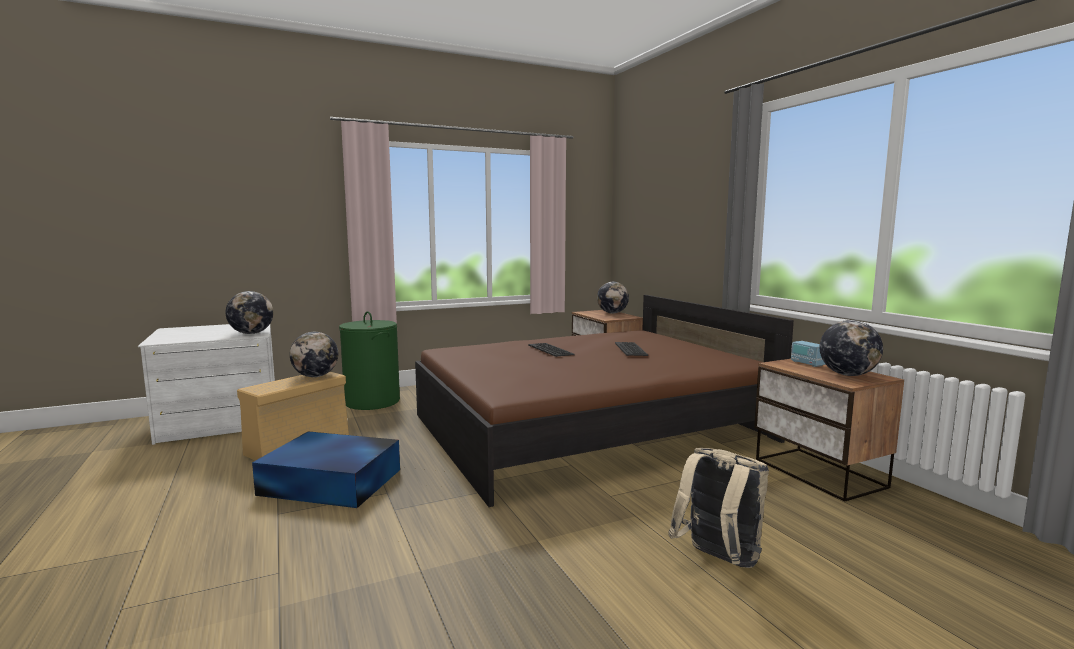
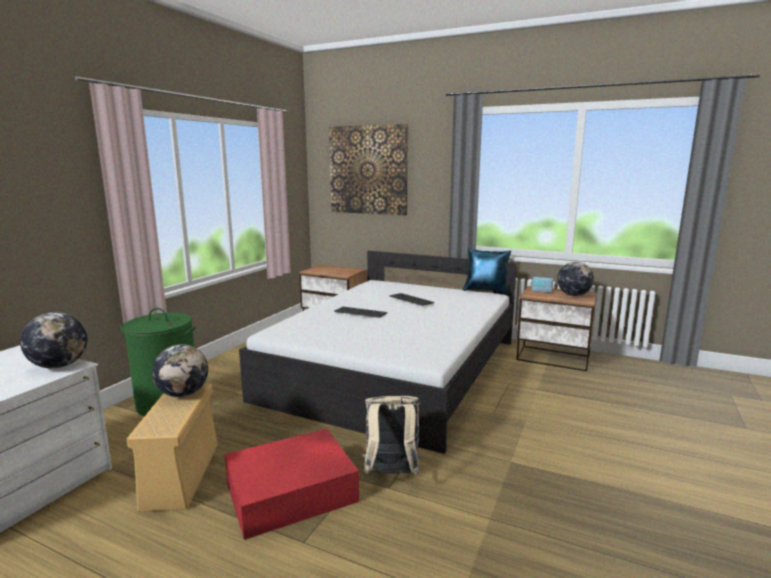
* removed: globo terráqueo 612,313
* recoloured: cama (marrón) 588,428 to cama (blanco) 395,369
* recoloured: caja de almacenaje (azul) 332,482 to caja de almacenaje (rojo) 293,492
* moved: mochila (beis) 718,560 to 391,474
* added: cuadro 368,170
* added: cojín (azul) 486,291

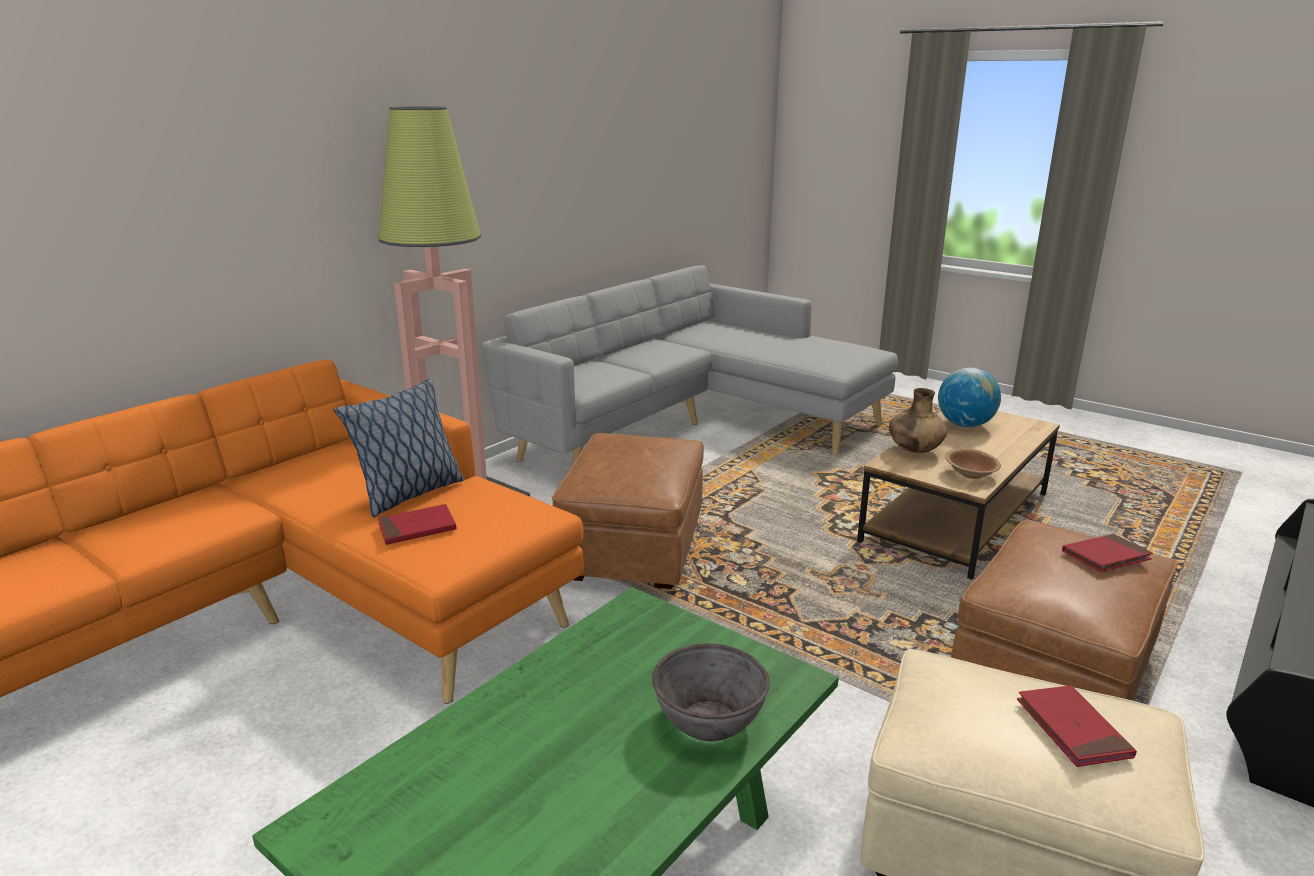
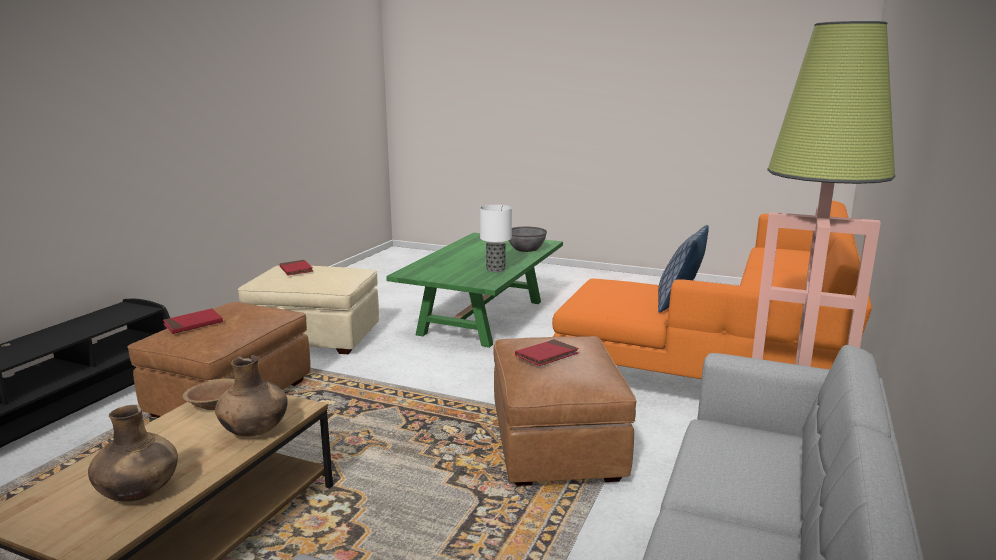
* replaced: globo terráqueo 964,425 to florero (marrón) 139,494
* moved: libro (rojo) 417,528 to 546,355
* moved: cuenco (gris) 709,720 to 526,249
* added: lámpara de mesa 496,269

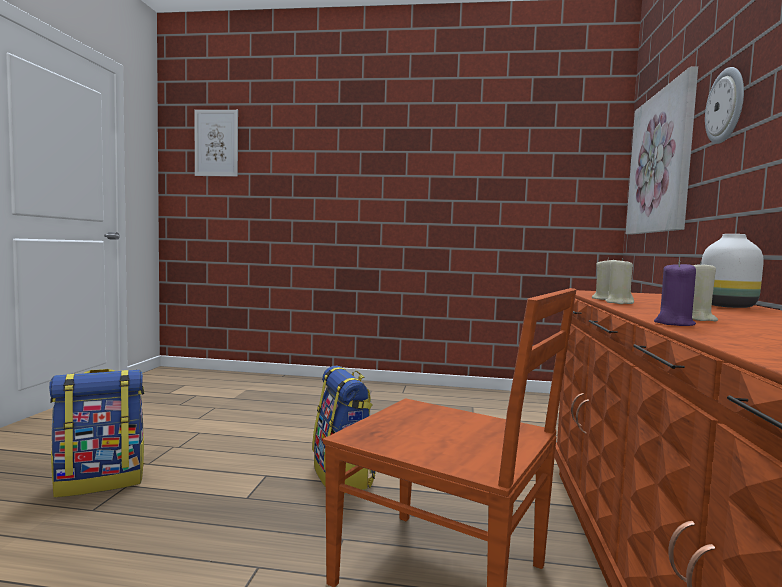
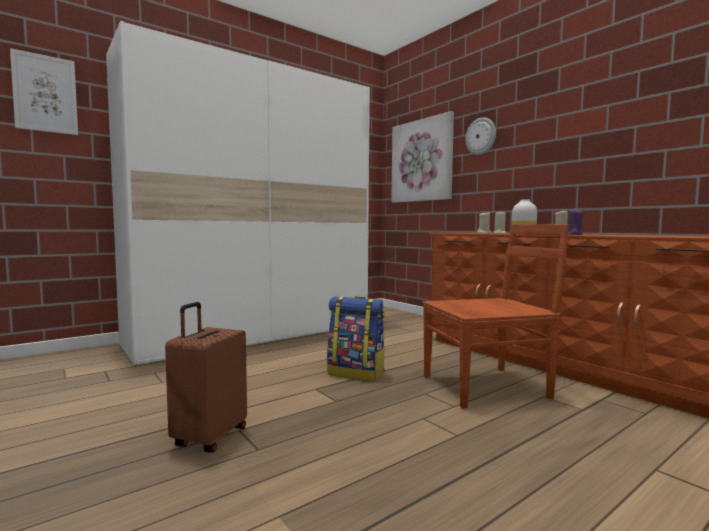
* replaced: mochila 101,481 to maleta (marrón) 209,437
* added: armario ropero (blanco) 255,334

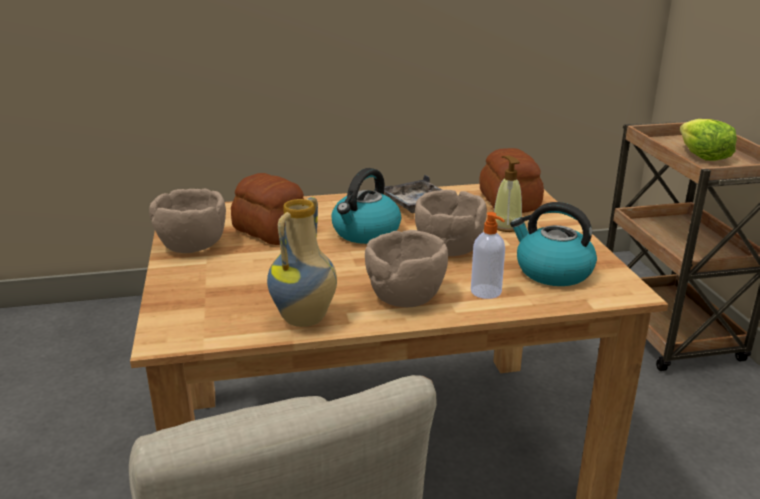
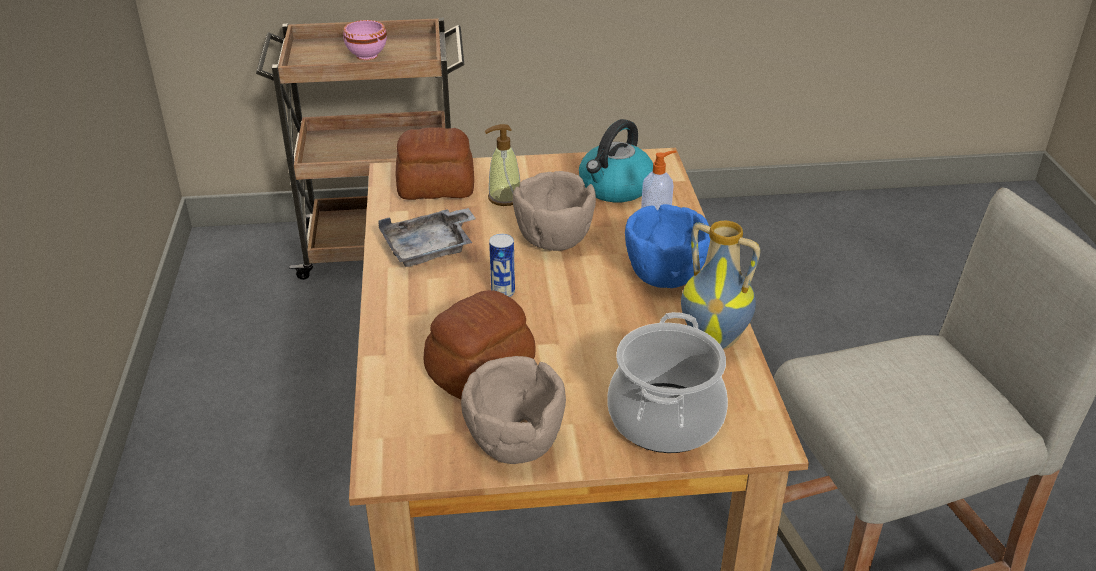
* replaced: lechuga 702,156 to cuenco (rosa) 368,56
* replaced: hervidor 365,233 to lata 503,292
* recoloured: cuenco (marrón) 406,295 to cuenco (azul) 663,273
* added: olla 666,419

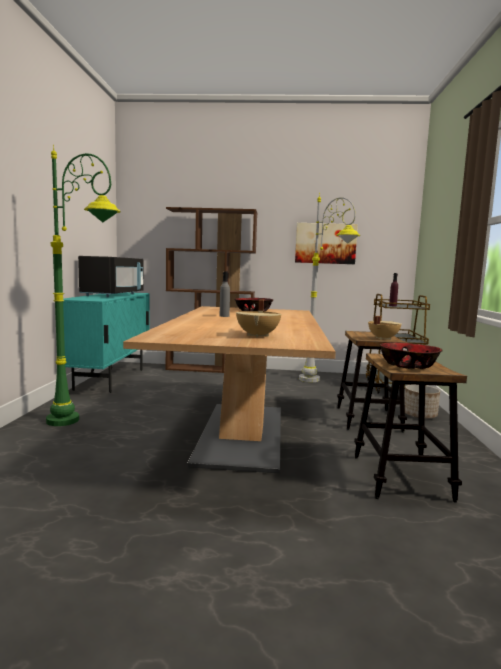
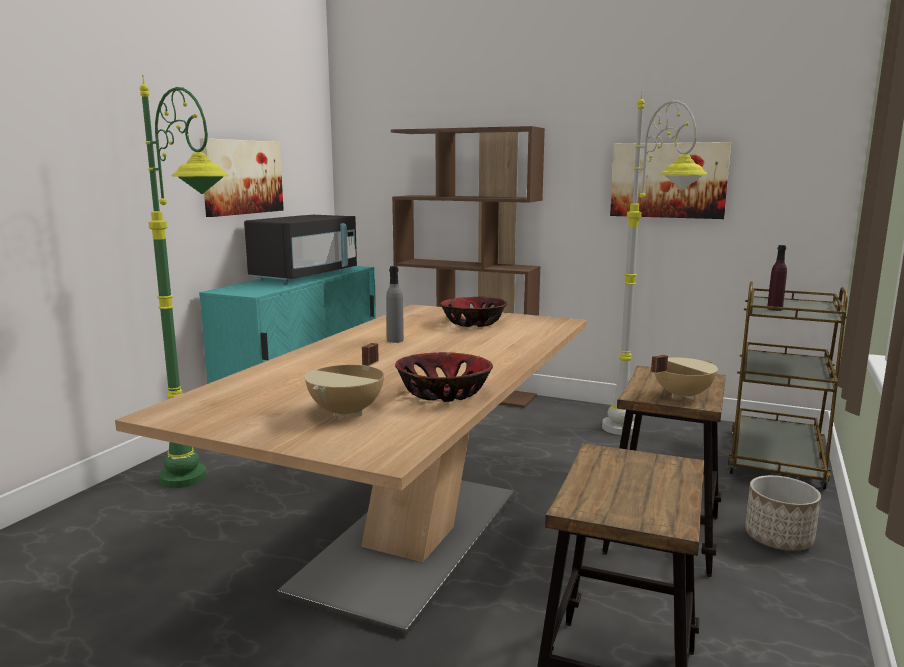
* moved: cuenco 408,365 to 444,393
* added: cuadro 242,177

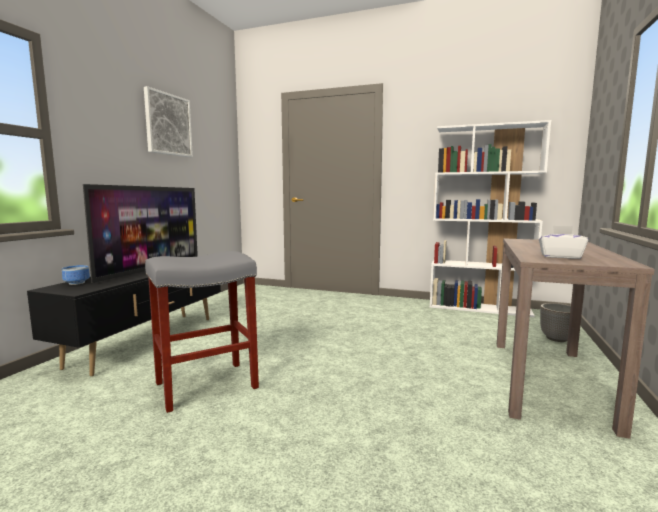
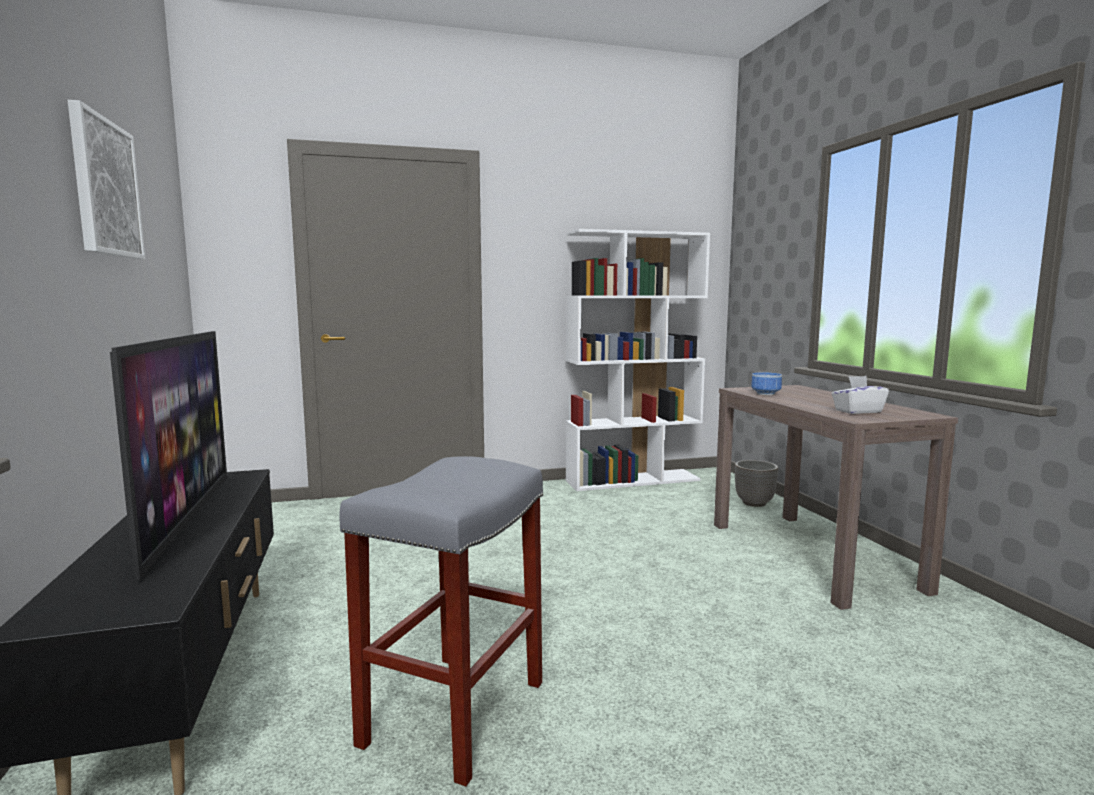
* moved: cuenco 76,283 to 766,394

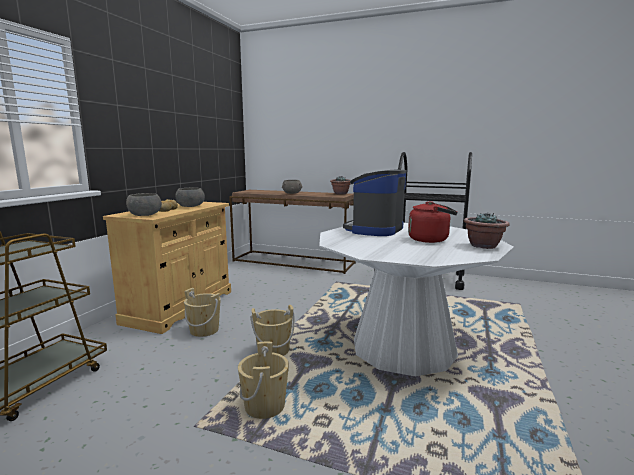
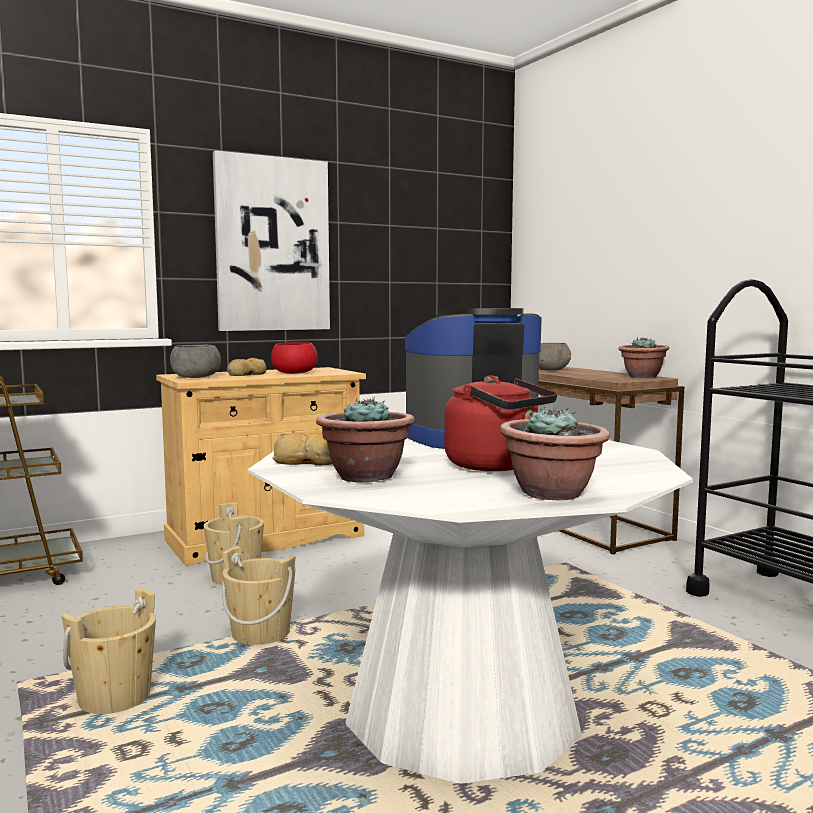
* recoloured: cuenco (gris) 190,206 to cuenco (rojo) 294,373
* added: cuadro 272,244
* added: planta en maceta 365,477
* added: pan 309,462

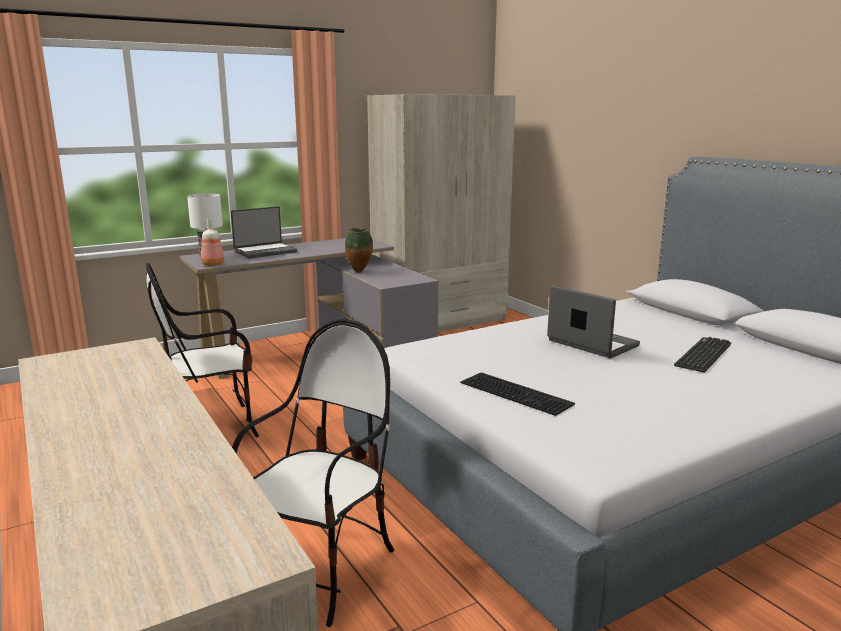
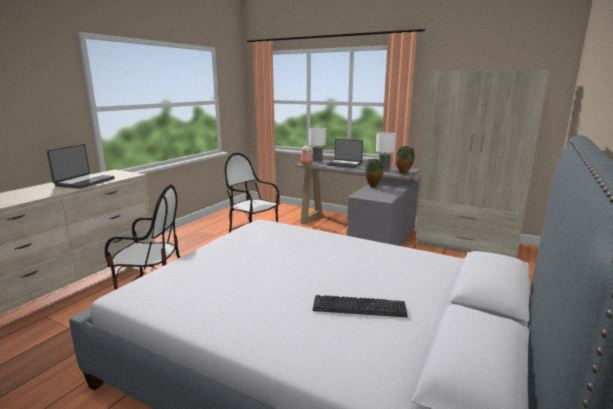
* moved: portátil 591,343 to 84,182
* removed: teclado 517,393
* added: lámpara de mesa 383,170
* added: florero 404,173

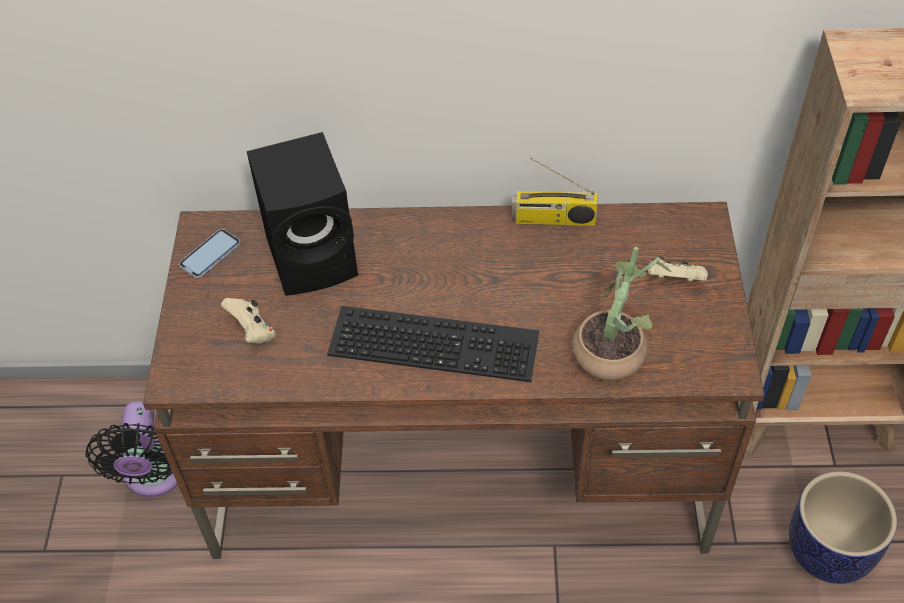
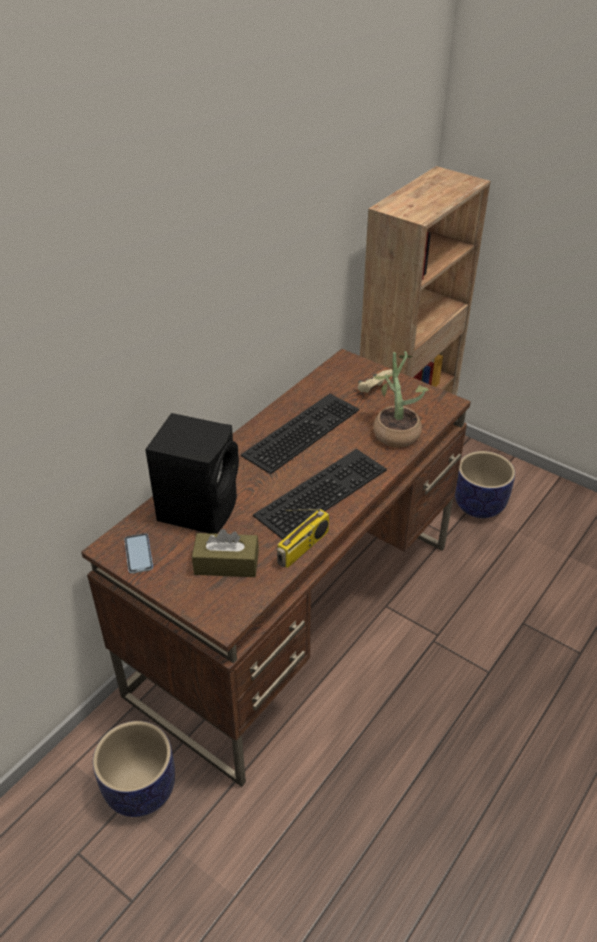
* moved: radio 553,220 to 303,548
* replaced: mando de consola (beis) 252,331 to caja de pañuelos (marrón) 226,564
* replaced: ventilador (negro) 154,475 to maceta 140,788
* added: teclado 300,430

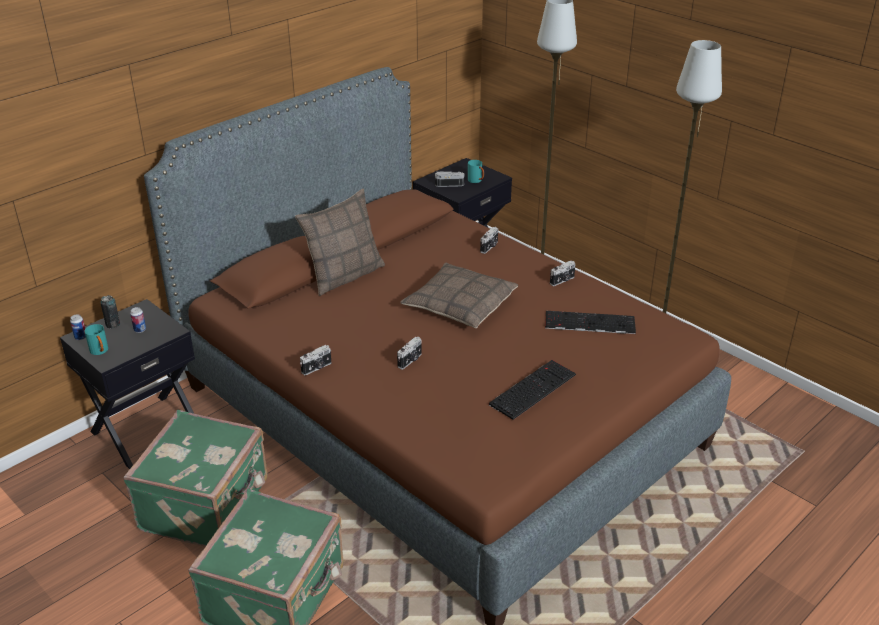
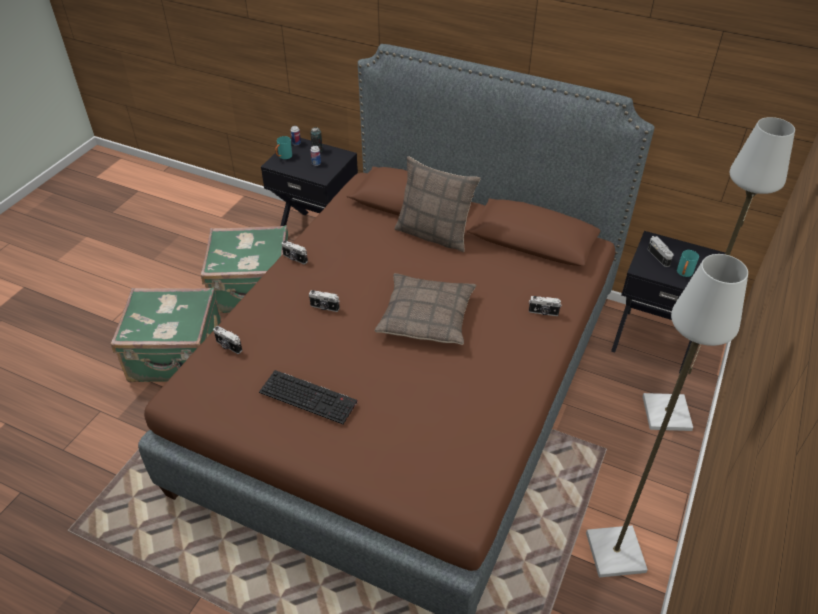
* moved: cámara 562,281 to 228,346
* removed: teclado 588,323

